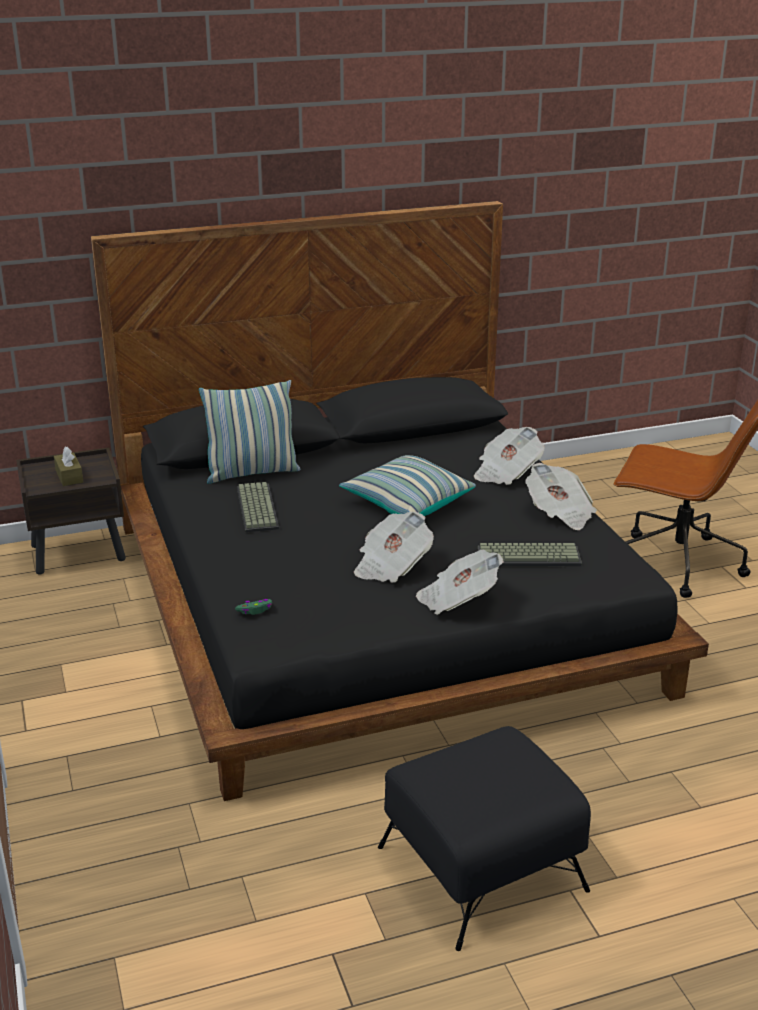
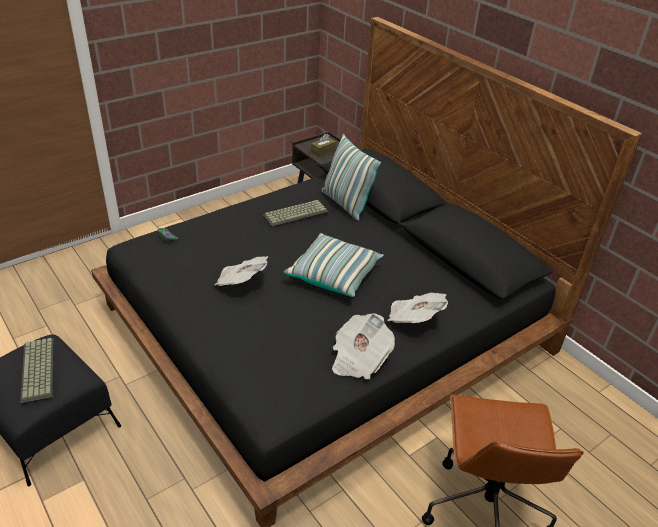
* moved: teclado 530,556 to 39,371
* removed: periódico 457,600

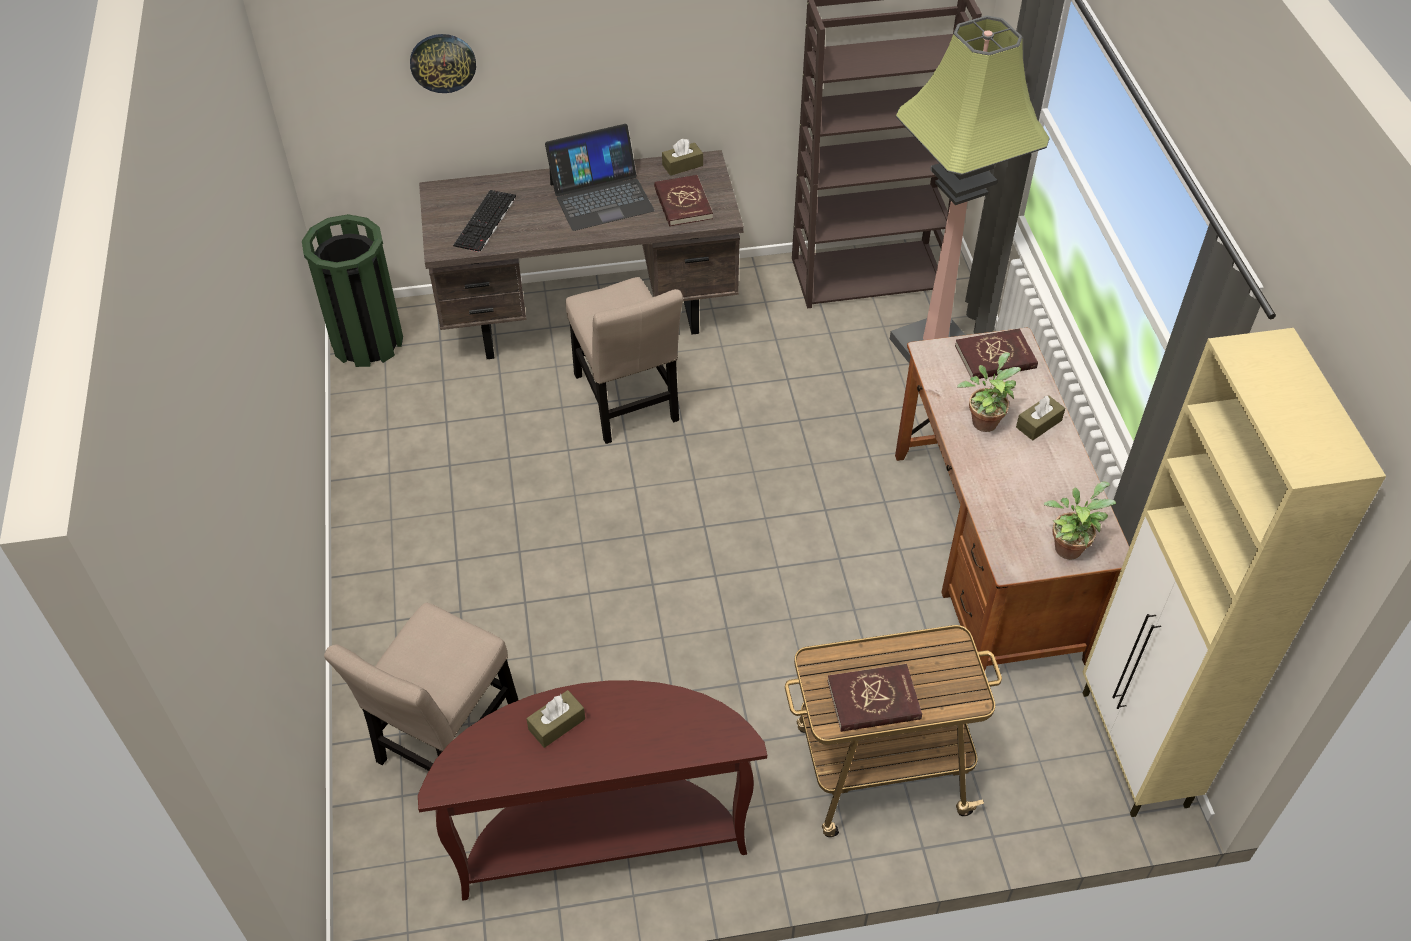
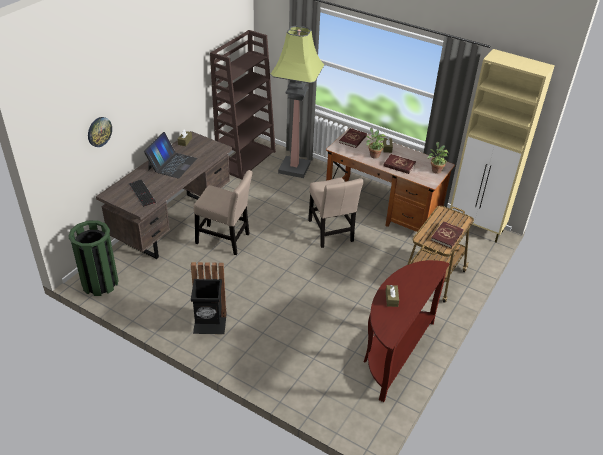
* moved: libro (rojo) 682,203 to 399,165
* moved: silla (beis) 445,742 to 331,232
* added: papelera (negro) 210,325

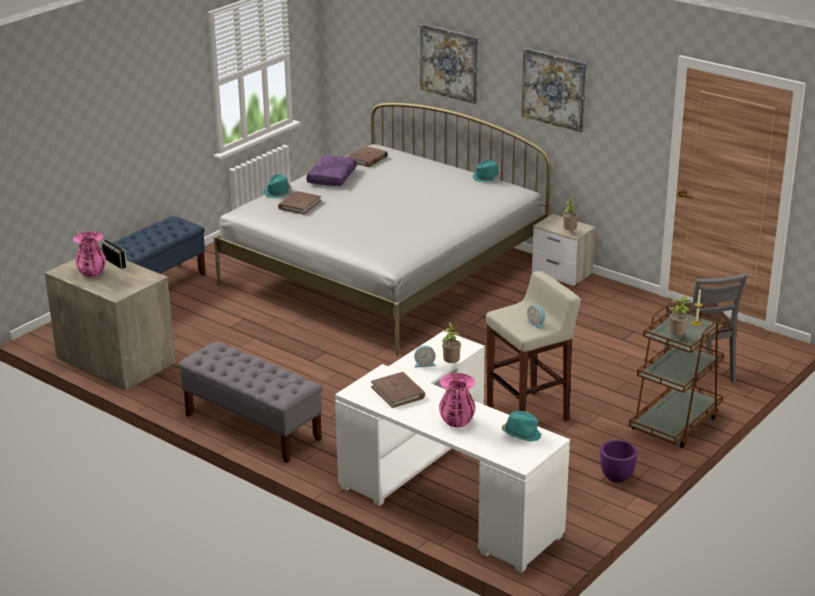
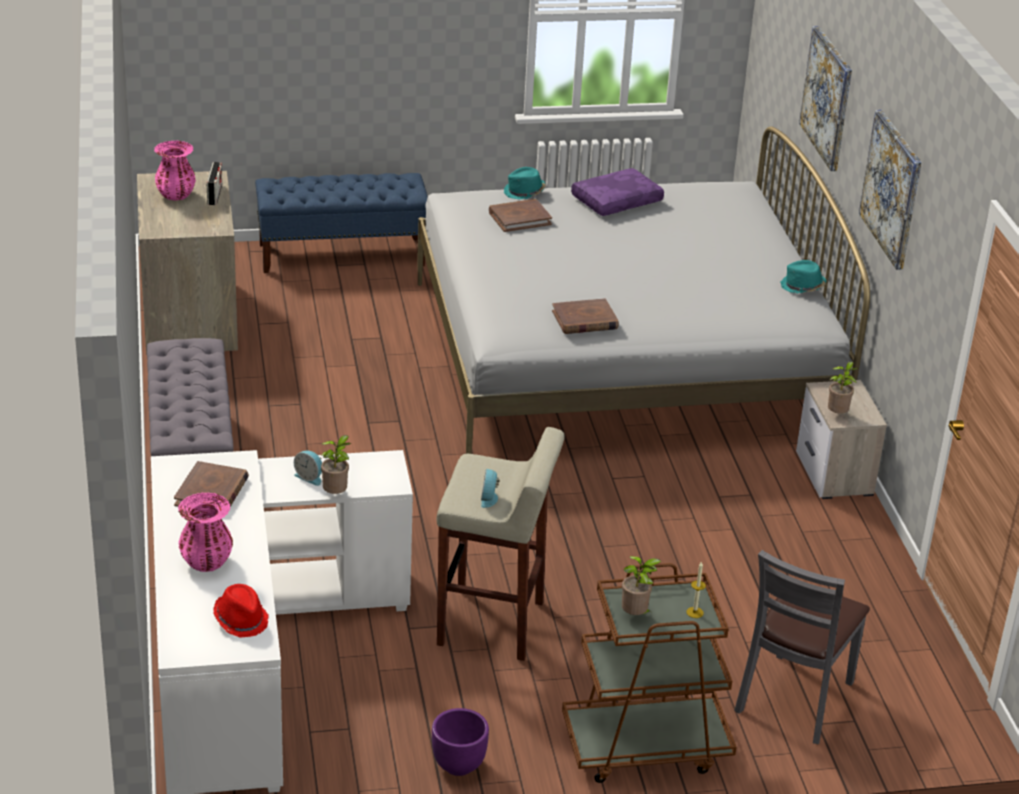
* moved: libro (marrón) 367,159 to 585,320
* recoloured: sombrero (turquesa) 521,434 to sombrero (rojo) 241,620

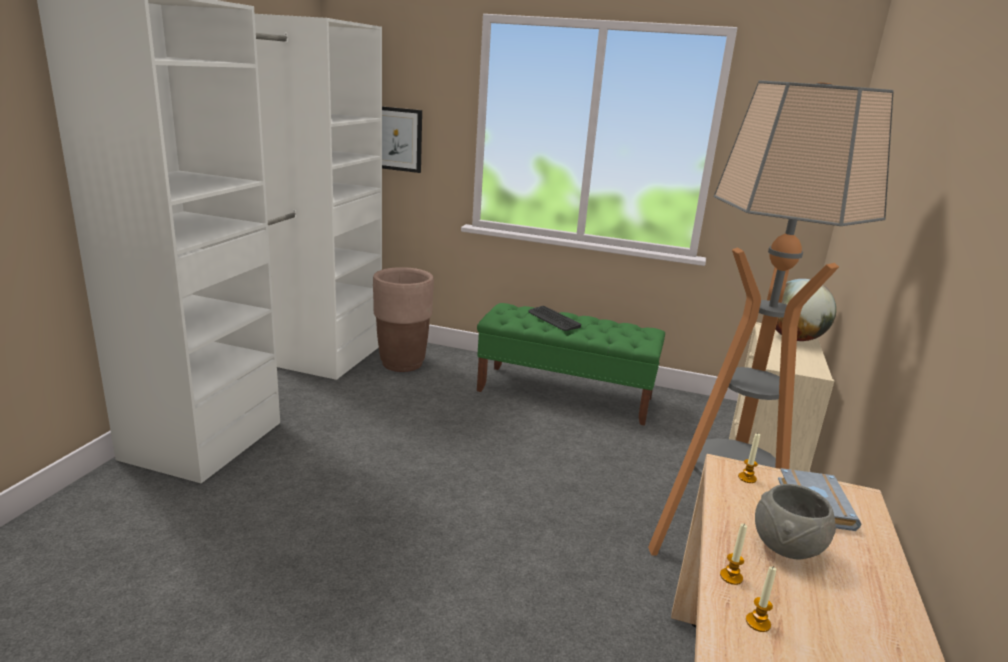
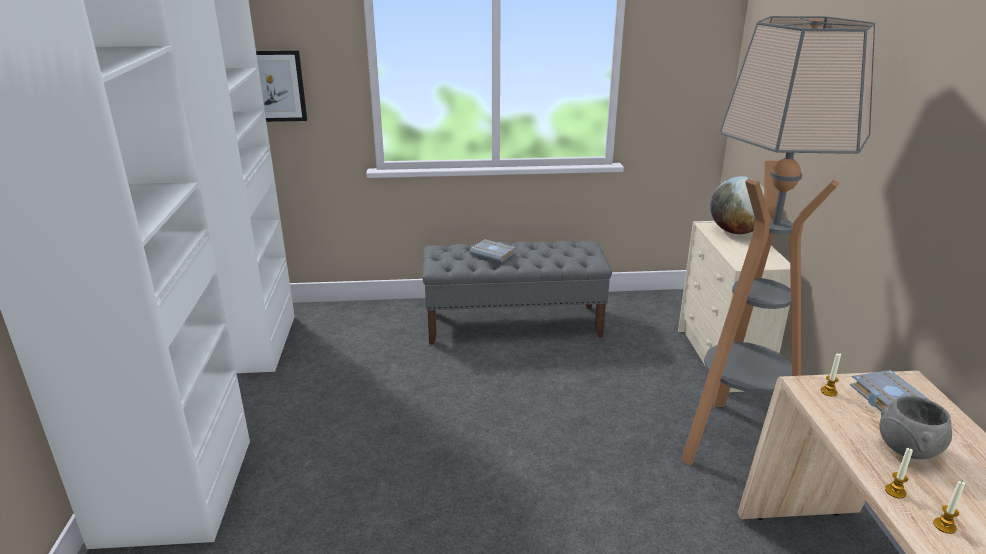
* removed: maceta (marrón) 402,363
* recoloured: banco (verde) 565,394 to banco (gris) 514,324
* replaced: teclado 553,319 to libro (gris) 494,254

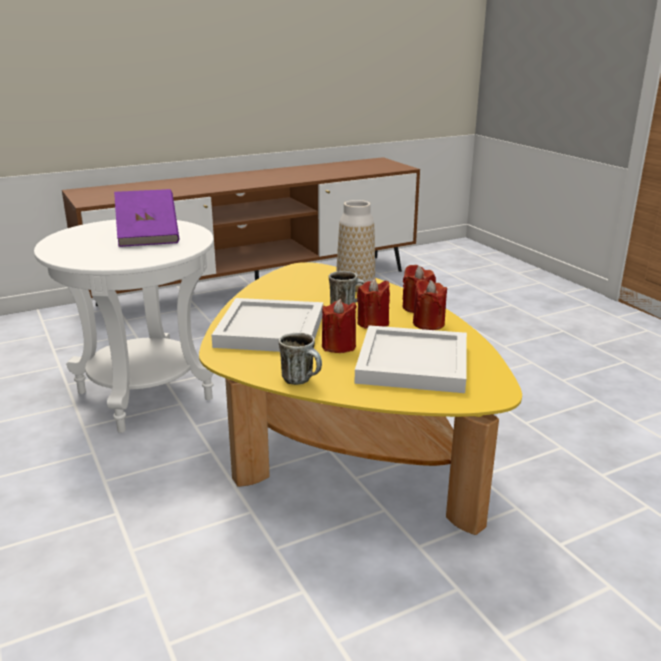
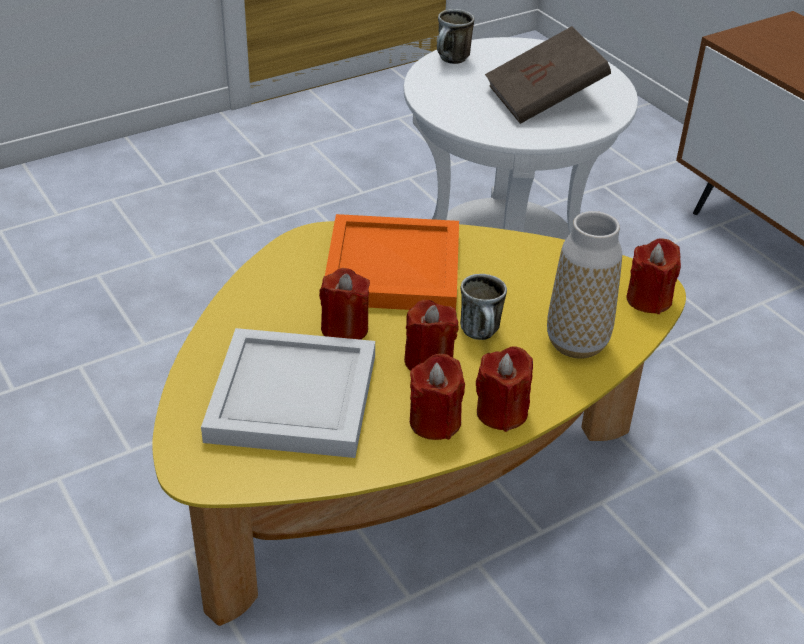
* recoloured: libro (morado) 148,236 to libro (marrón) 544,100
* recoloured: bandeja (blanco) 272,329 to bandeja (naranja) 395,270
* moved: taza grande 302,380 to 451,61
* added: vela (rojo) 648,299

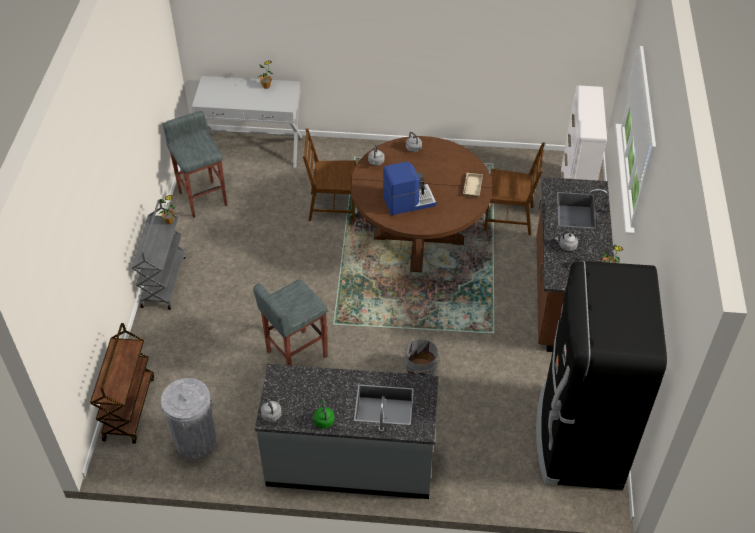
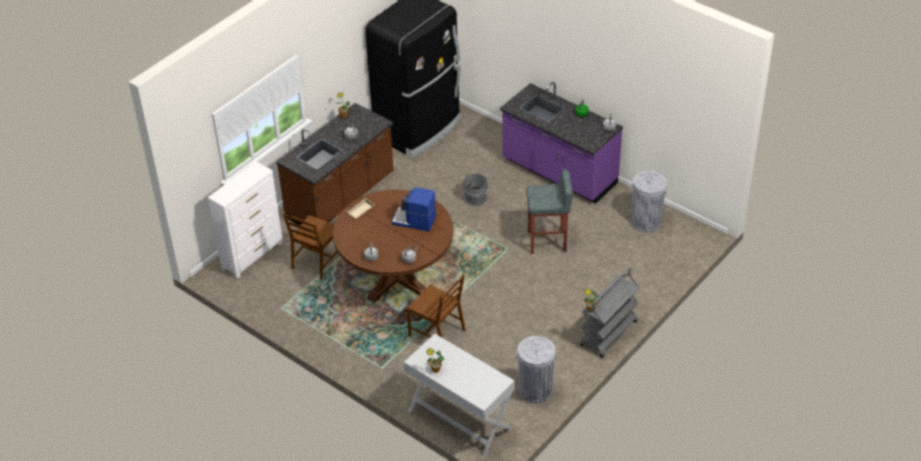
* replaced: taburete (gris) 203,198 to papelera (gris) 535,390
* turned: silla (marrón) 509,218 = 317,261 105 degrees counterclockwise
* removed: carrito (marrón) 128,407
* recoloured: mueble bajo de cocina (gris) 350,461 to mueble bajo de cocina (morado) 559,173

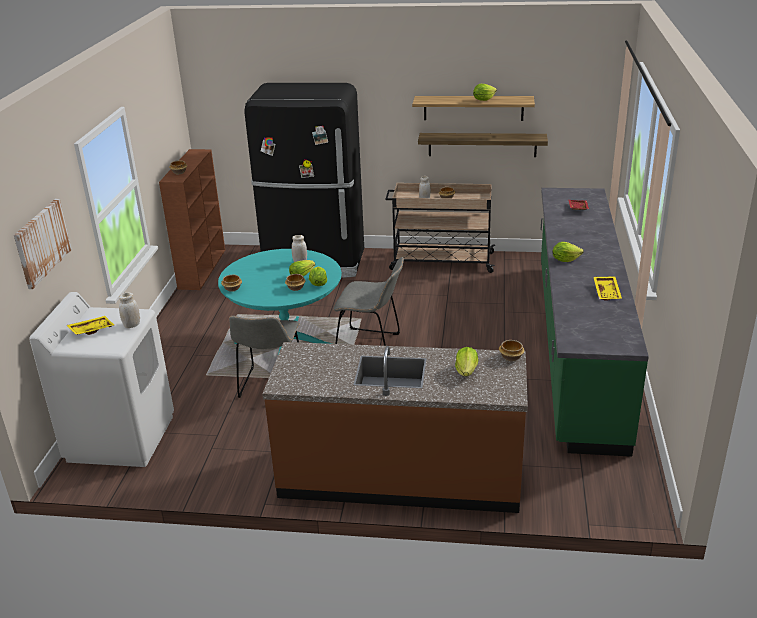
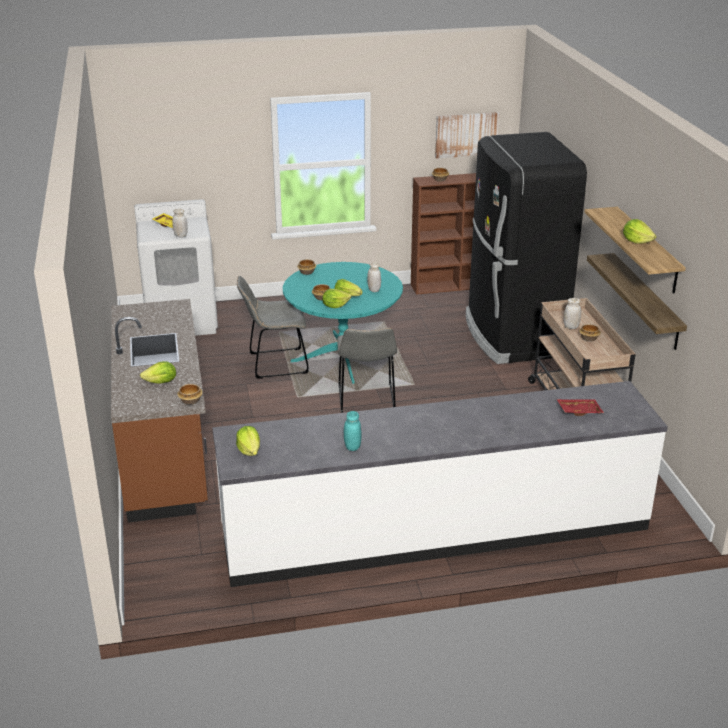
* recoloured: mueble bajo de cocina (verde) 576,345 to mueble bajo de cocina (blanco) 435,530
* moved: cuadro 42,242 to 466,134
* moved: lechuga 565,260 to 249,451
* replaced: bandeja (amarillo) 607,292 to tarro (turquesa) 352,447

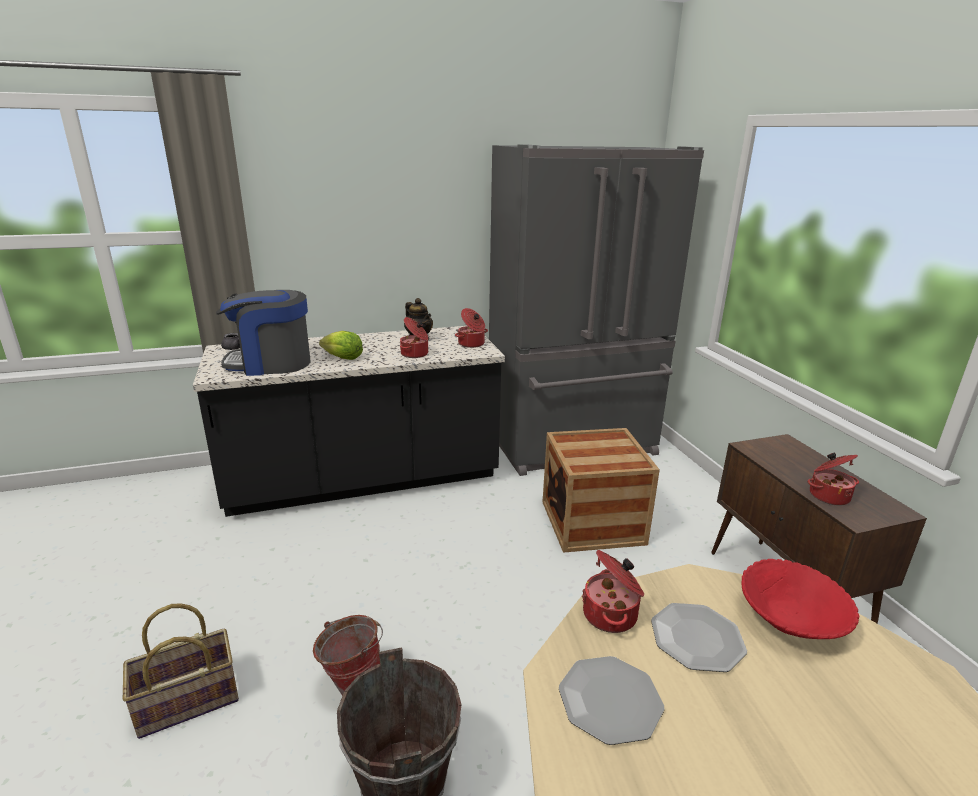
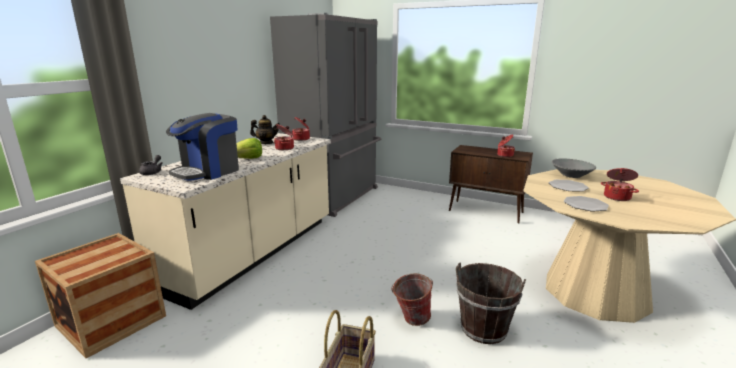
* recoloured: mueble bajo de cocina (negro) 364,480 to mueble bajo de cocina (beis) 253,252
* moved: caja de embalaje 592,522 to 111,321
* moved: olla 611,615 to 617,197
* recoloured: cuenco (rojo) 791,619 to cuenco (gris) 571,175

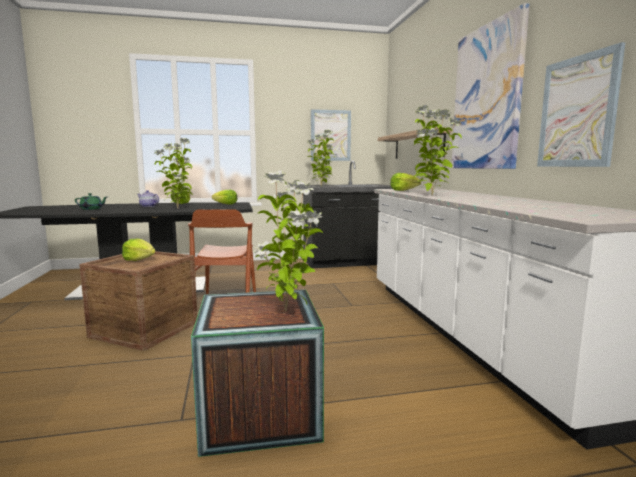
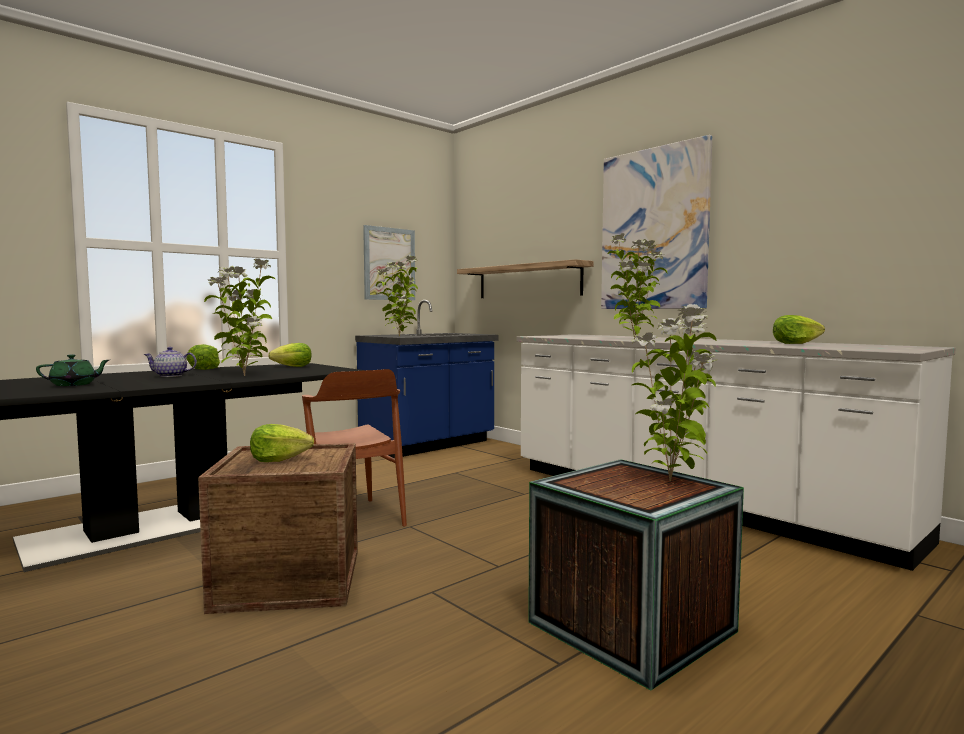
* removed: cuadro 577,112
* recoloured: mueble bajo de cocina (negro) 347,262 to mueble bajo de cocina (azul) 429,445
* moved: lechuga 403,190 to 795,343

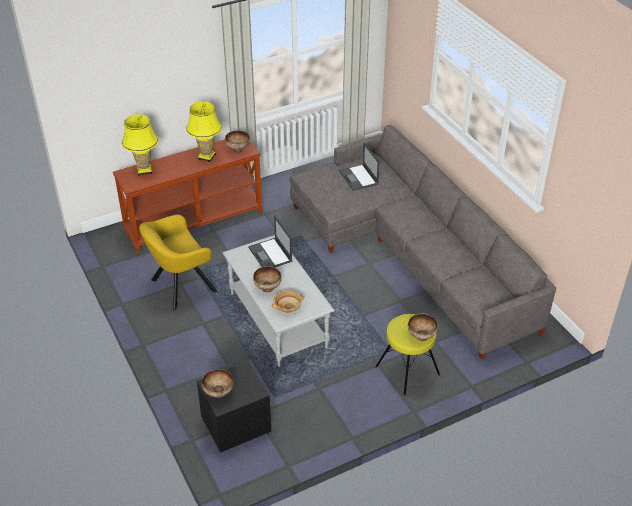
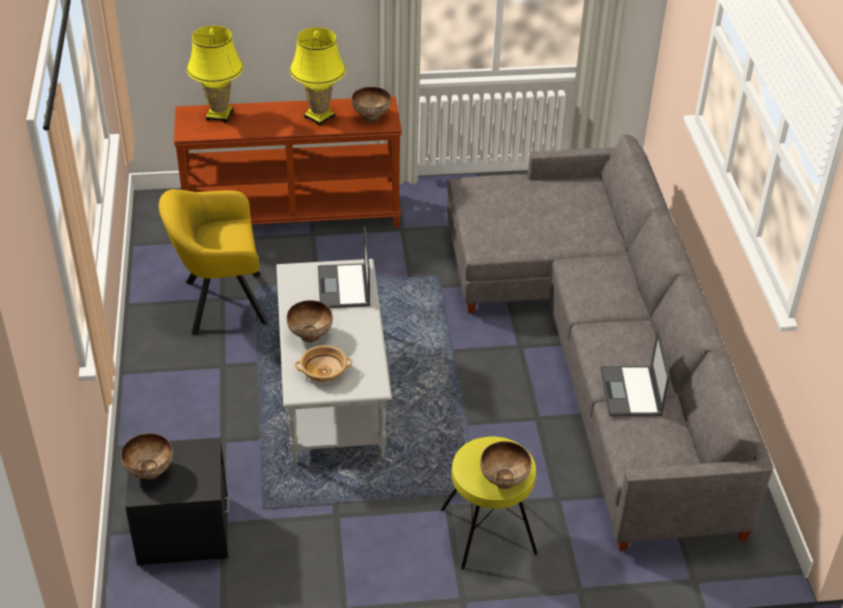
* moved: portátil 359,178 to 631,392

